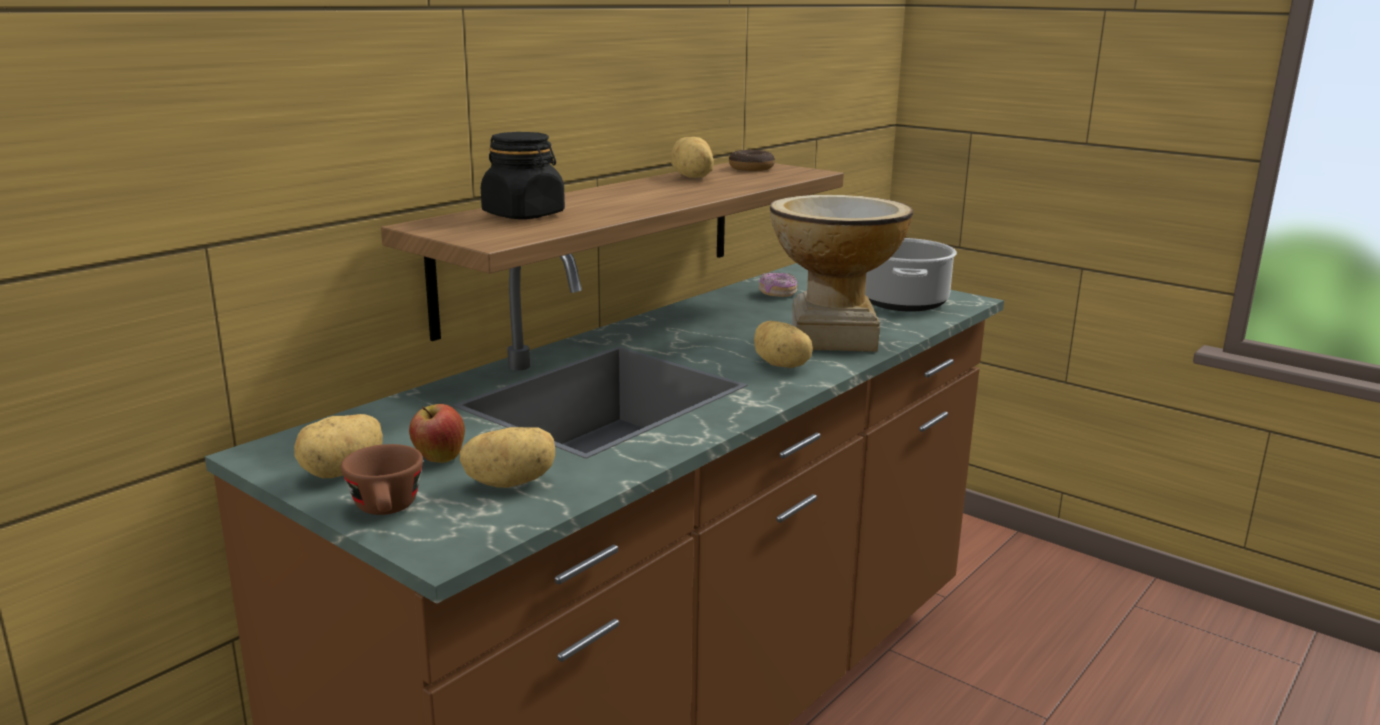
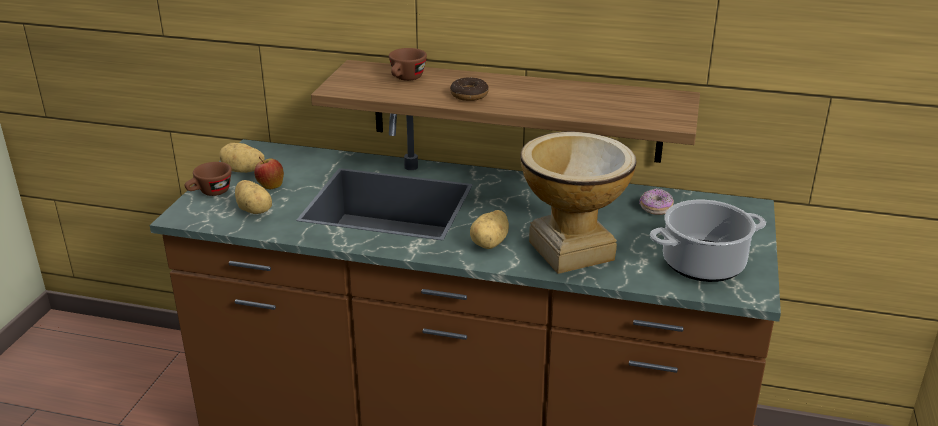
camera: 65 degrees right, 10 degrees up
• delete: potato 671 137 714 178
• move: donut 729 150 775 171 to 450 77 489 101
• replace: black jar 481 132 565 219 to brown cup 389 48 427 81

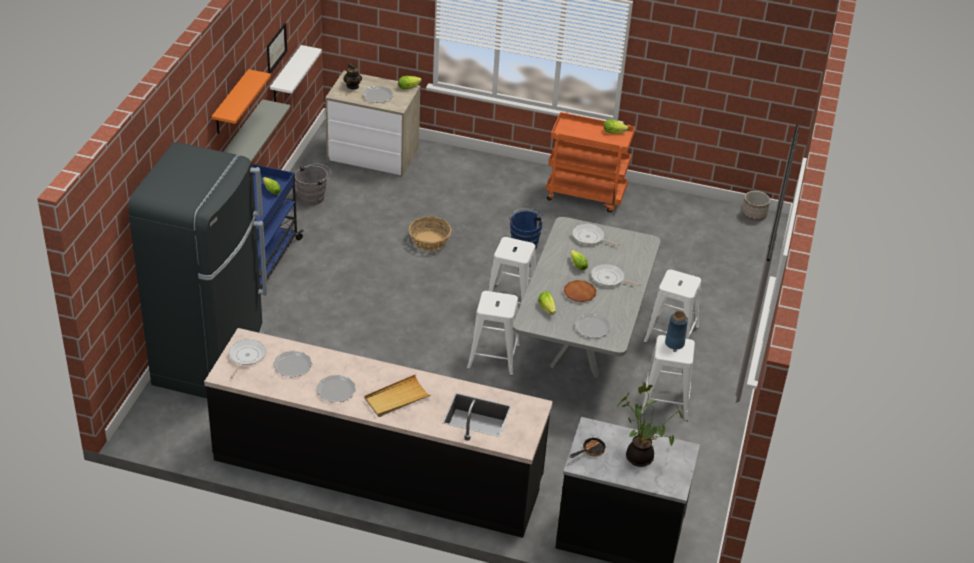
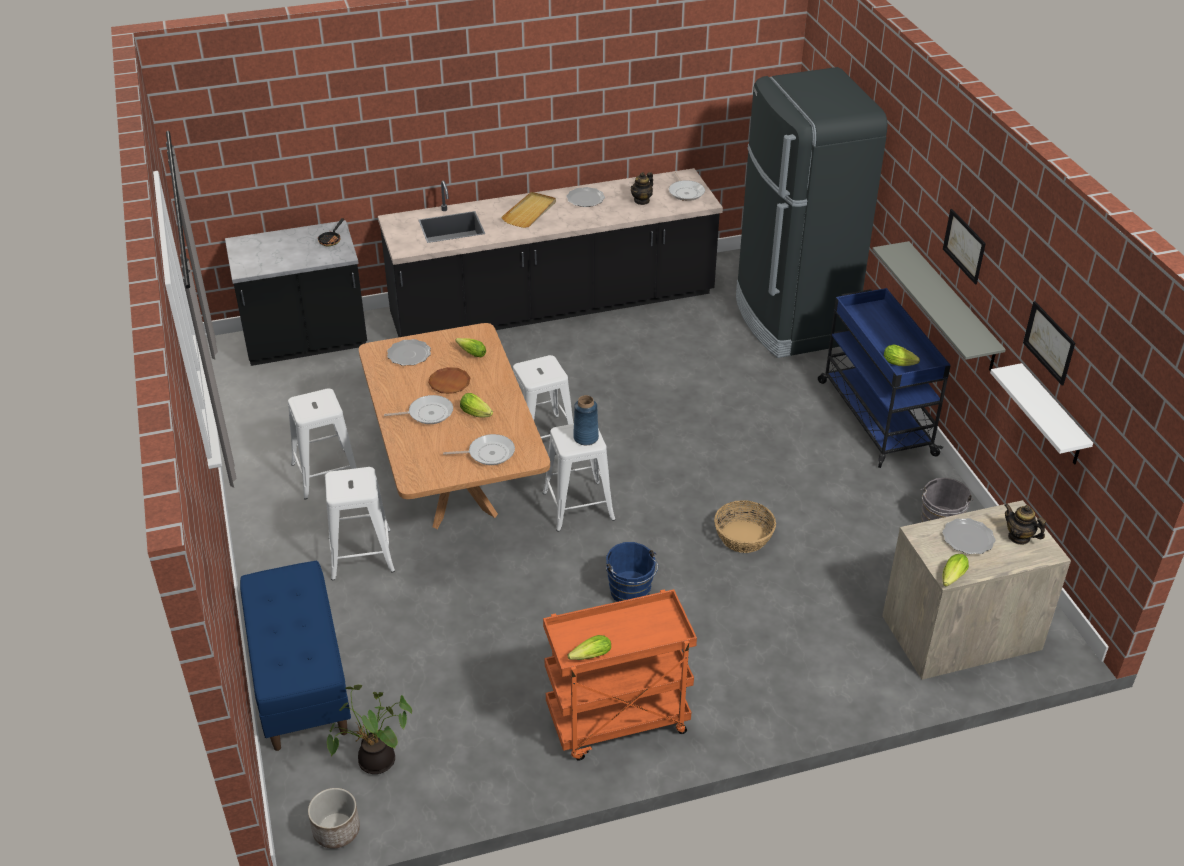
camera: 150 degrees right, 0 degrees up
• insert: blue bench 240 561 351 751
• move: potted plant 617 383 683 467 to 327 685 412 774
• move: blue vase 665 311 688 350 to 573 395 599 445
• replace: orange shelf 212 69 271 134 to picture 943 209 986 285
• replace: plate 273 350 312 377 to teapot 631 172 653 205
• recolor: grey dining table 513 217 660 378 to brown dining table 359 323 550 529

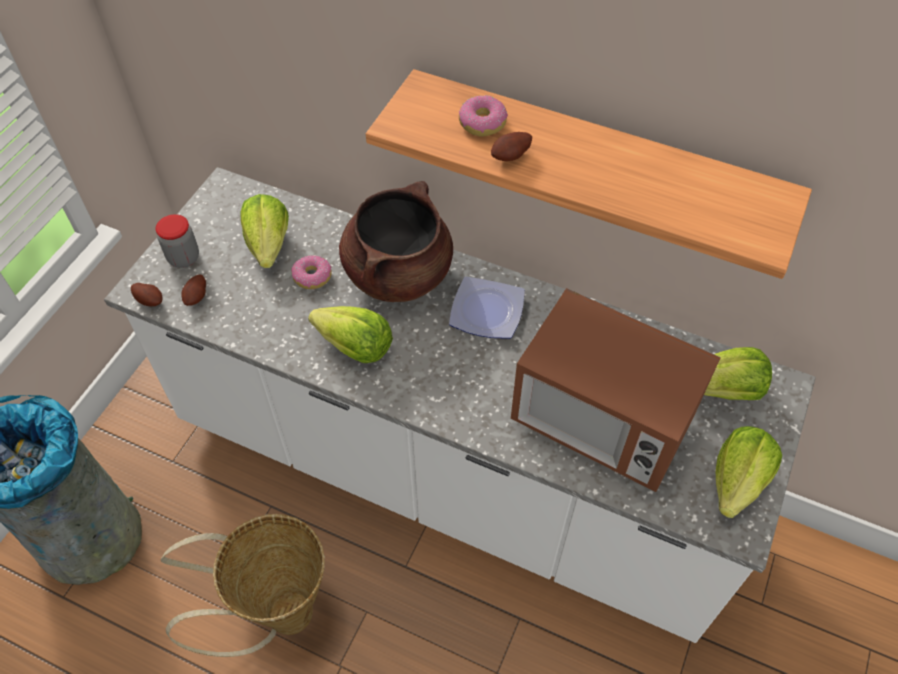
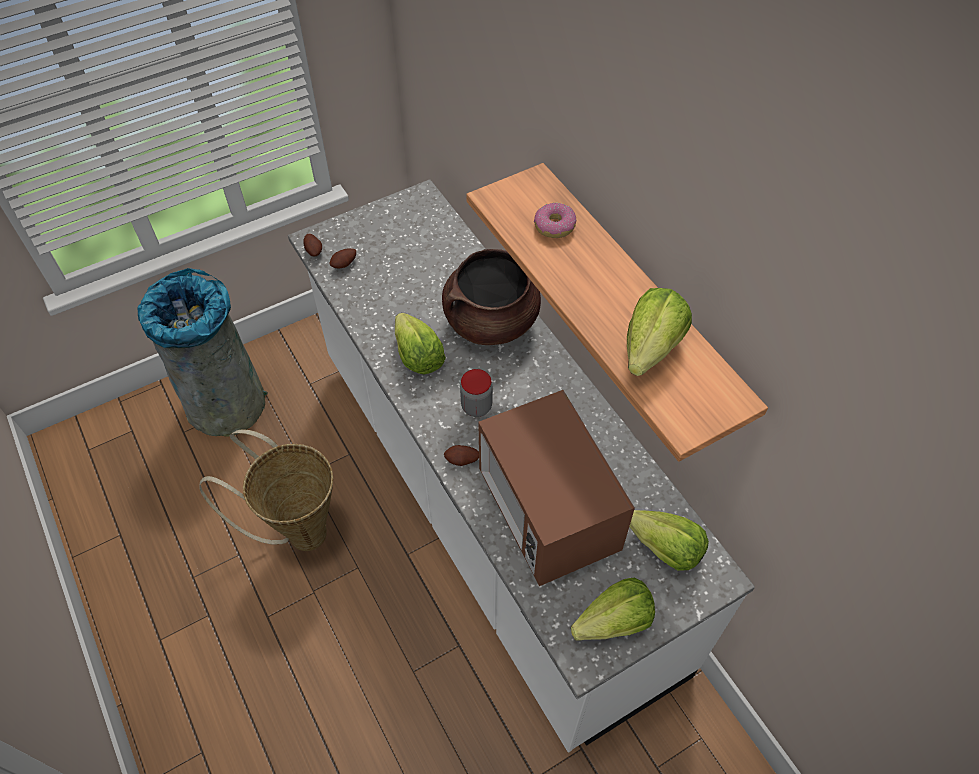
camera: 35 degrees right, 0 degrees up
• delete: donut 291 255 332 289
• delete: plate 449 276 525 339
• move: jar 155 214 199 268 to 460 369 493 417
• move: lettuce 240 194 289 268 to 627 288 692 376
• move: potato 491 132 532 161 to 444 445 479 466

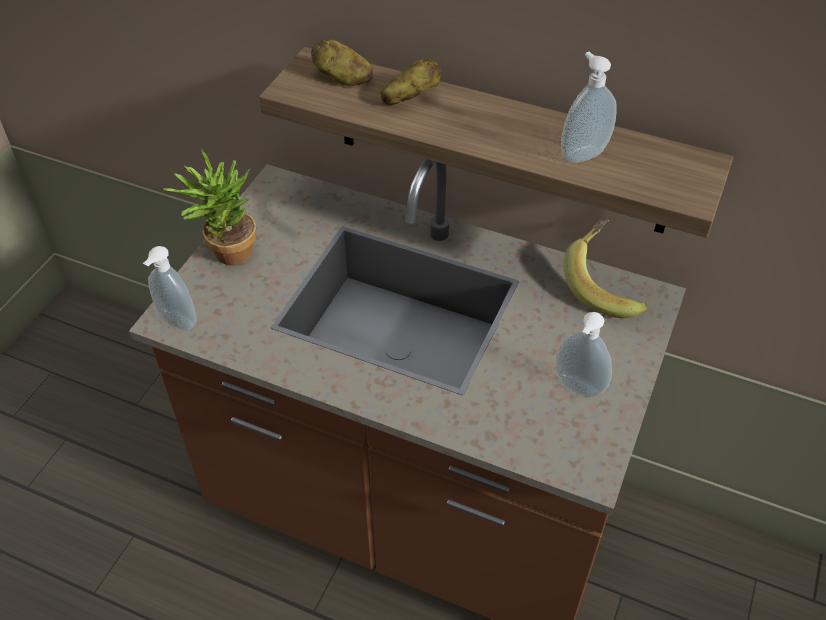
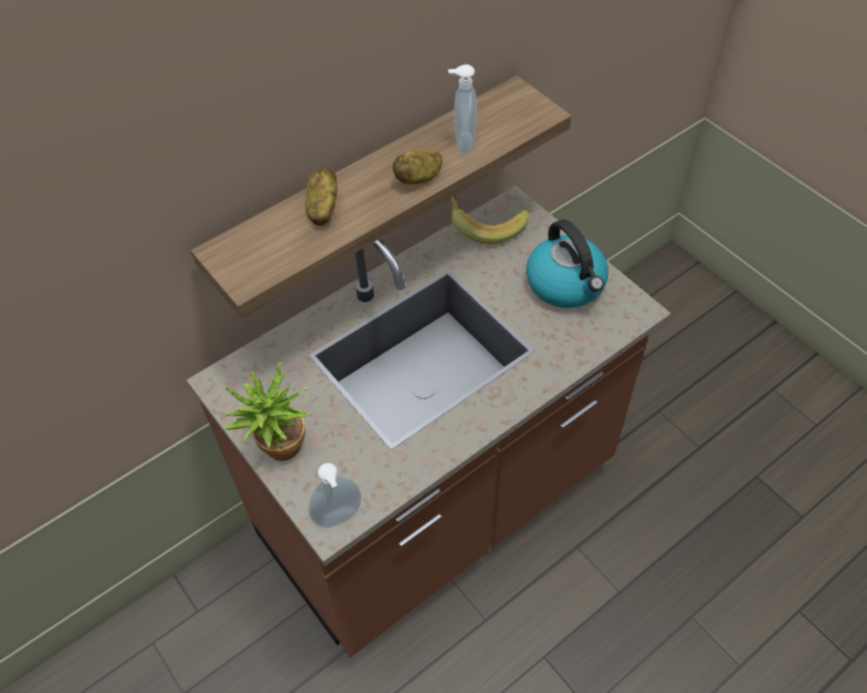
camera: 60 degrees left, 5 degrees up
• move: potato 311 39 373 86 to 393 150 443 184
• replace: soap dispenser 556 312 612 397 to kettle 526 219 609 308

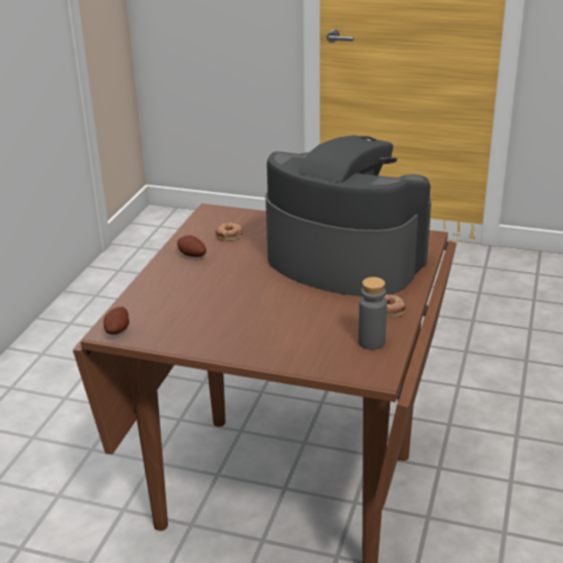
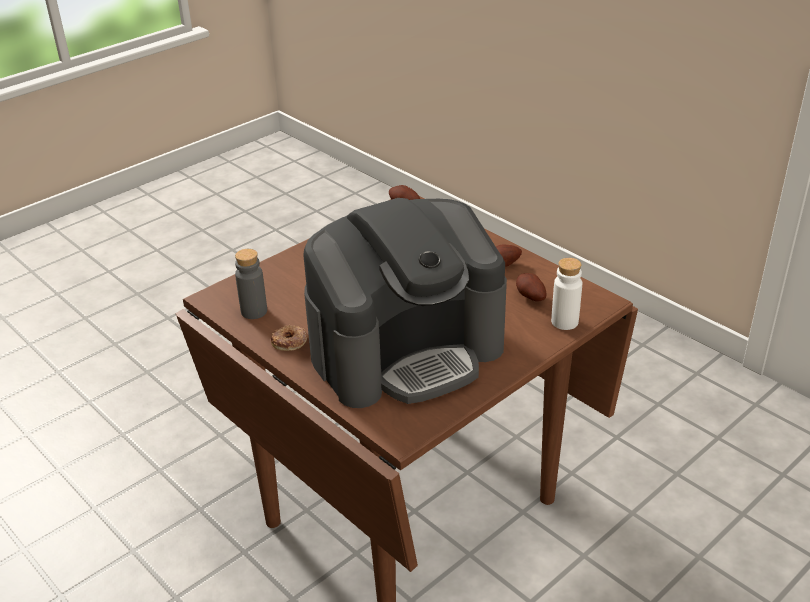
camera: 120 degrees right, 5 degrees up
• insert: white bottle 551 258 582 330
• replace: donut 215 222 243 241 to potato 516 273 546 301

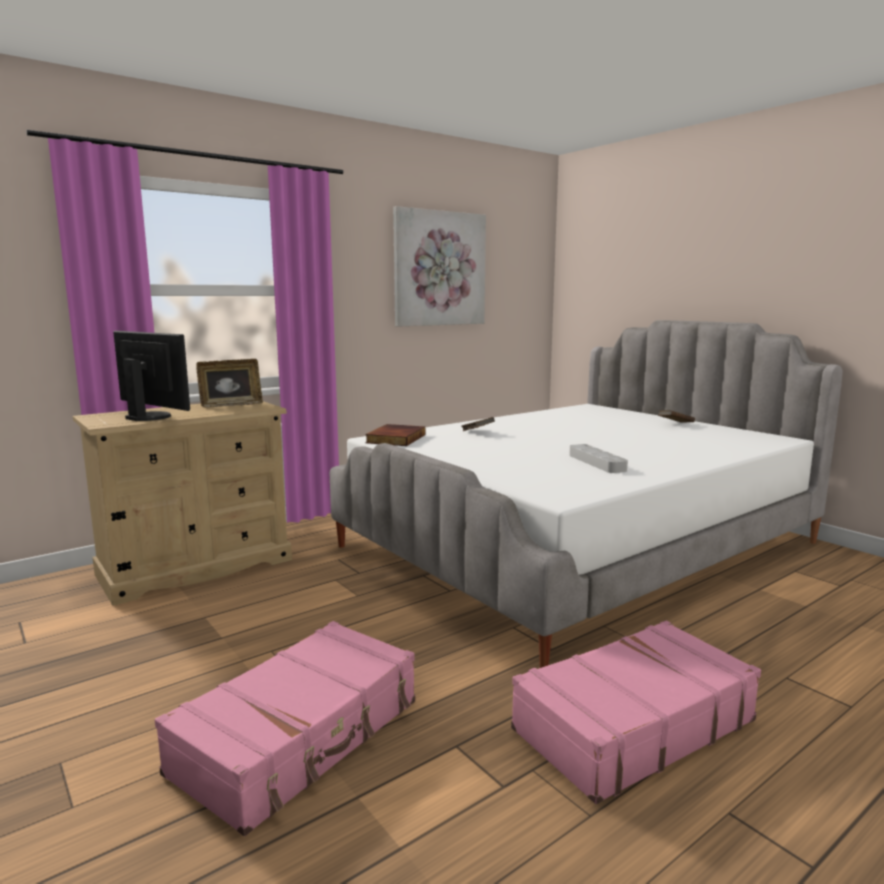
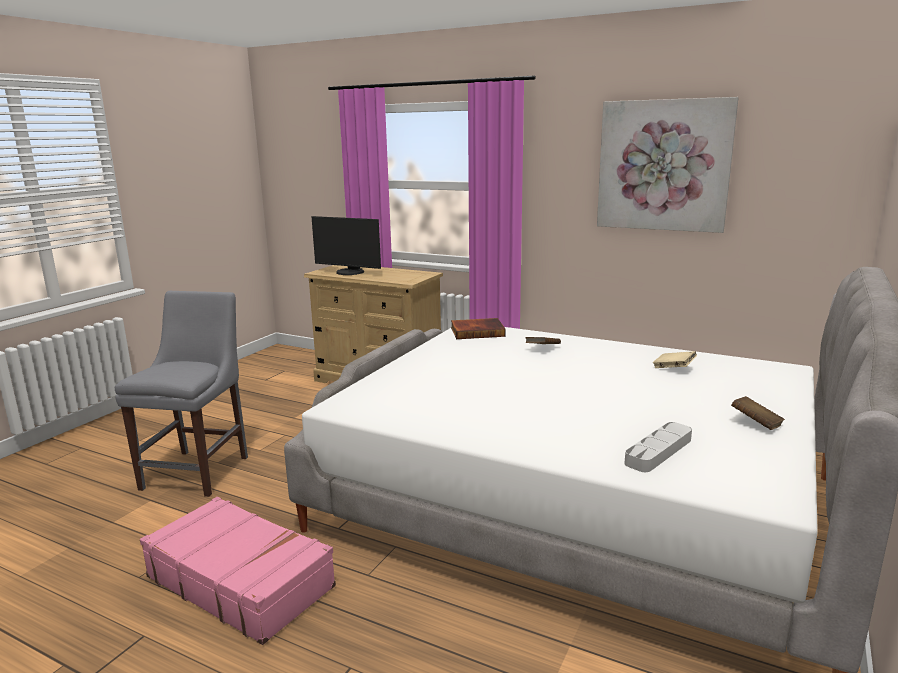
camera: 65 degrees right, 5 degrees up
• delete: picture frame 196 359 263 408
• insert: beige book 653 351 697 368
• move: grey tray 569 444 628 473 to 625 422 692 472
• replace: pink suitcase 155 621 415 836 to grey chair 115 291 248 497
• rotate: monitor 113 331 190 421 = 311 216 381 275 105 degrees clockwise

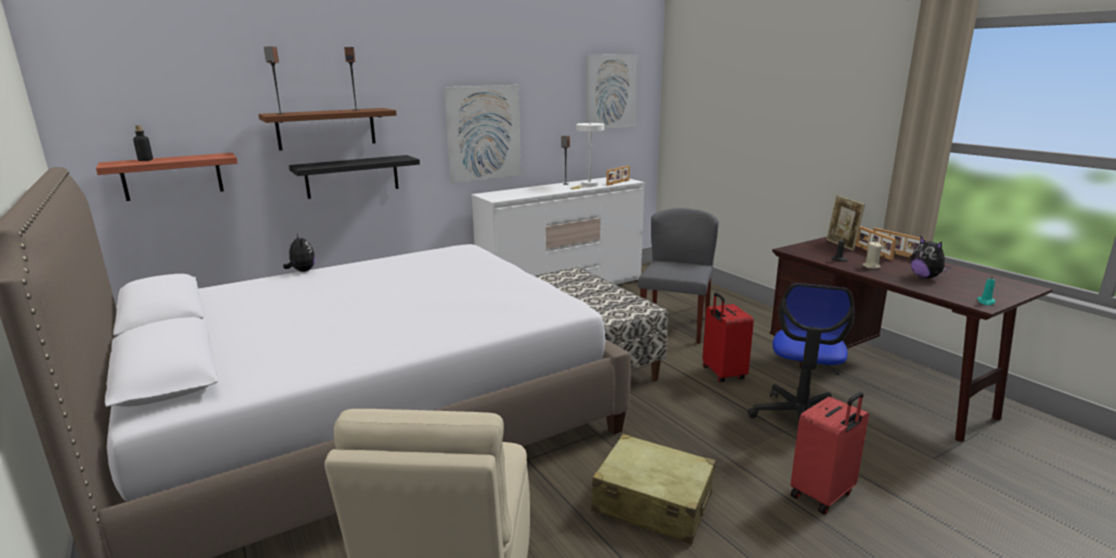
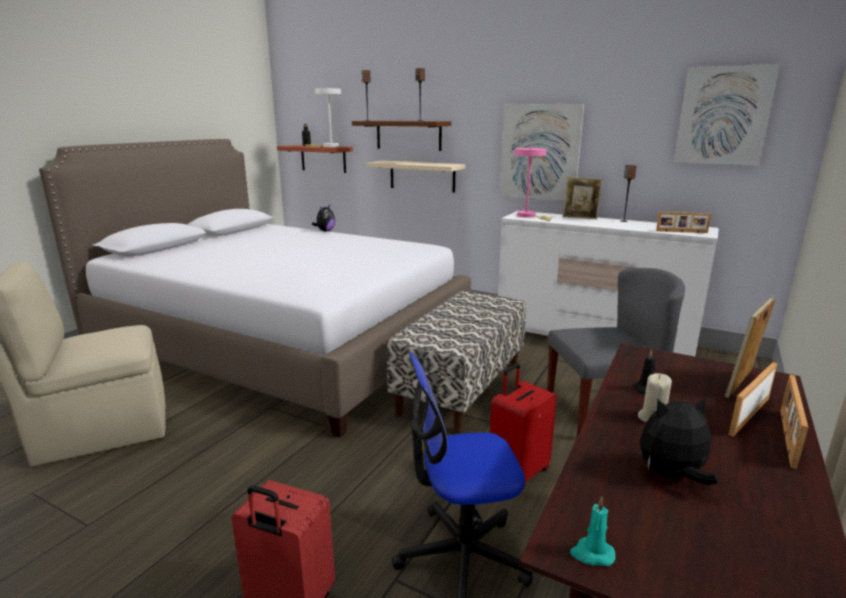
camera: 60 degrees right, 0 degrees up
• delete: beige suitcase 591 434 716 545
• insert: pink table lamp 515 147 552 221
• insert: picture frame 563 177 602 219
• move: white table lamp 570 123 604 189 to 305 88 341 147
• recolor: black shelf 289 155 420 199 to beige shelf 366 161 465 193
• rotate: plush toy 911 237 951 278 = 640 396 718 485 45 degrees clockwise

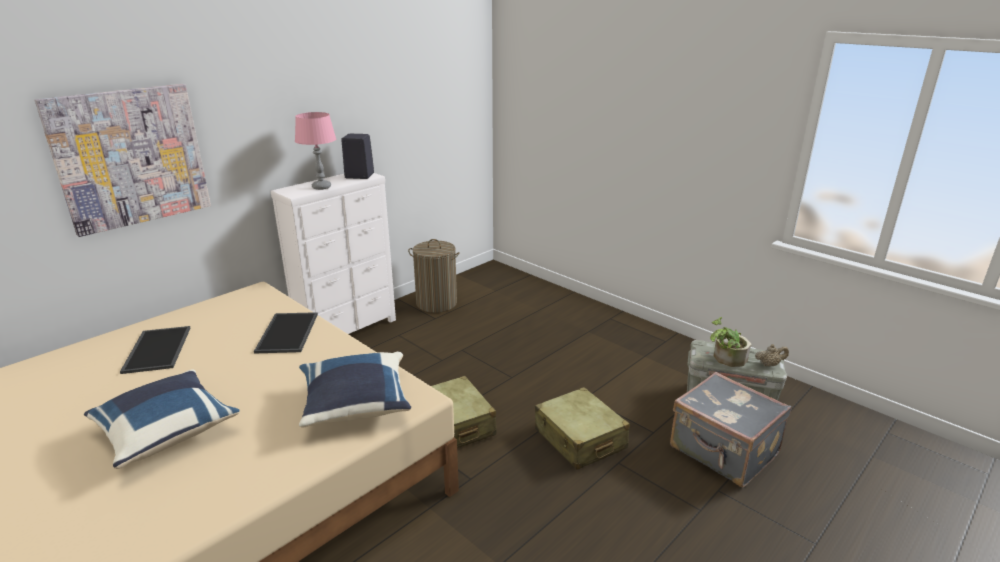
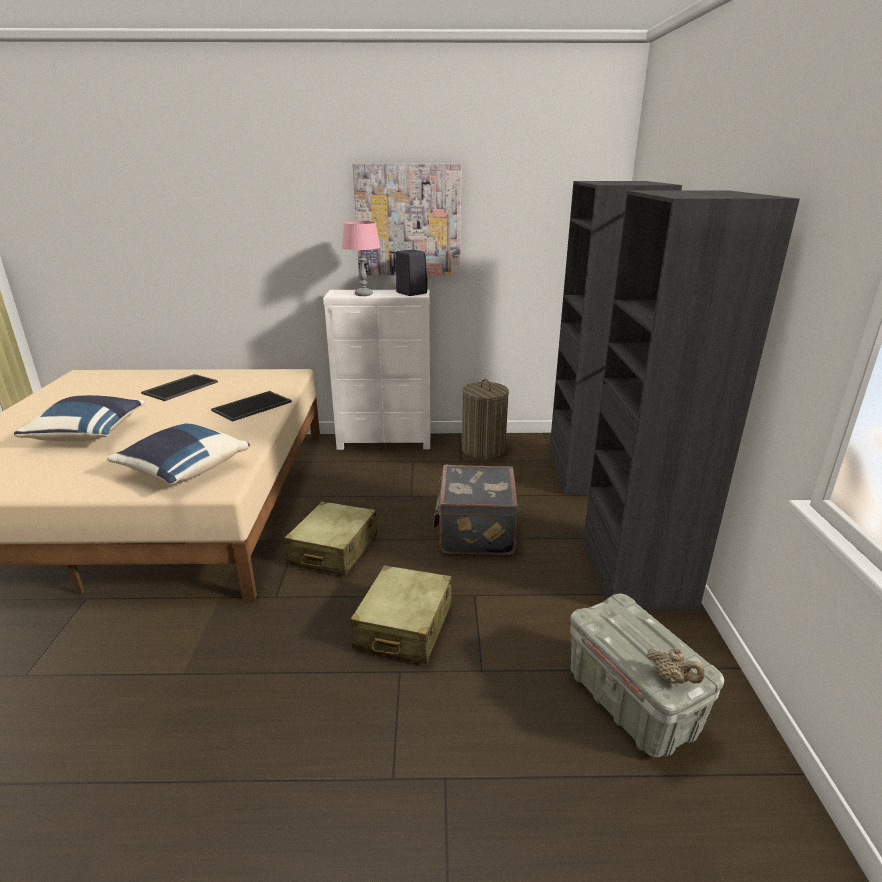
camera: 45 degrees right, 0 degrees up
• delete: potted plant 710 317 751 367
• insert: black wardrobe 549 181 800 610
• move: picture 34 84 211 237 to 353 164 461 275
• move: grey suitcase 670 372 791 487 to 433 465 518 555

